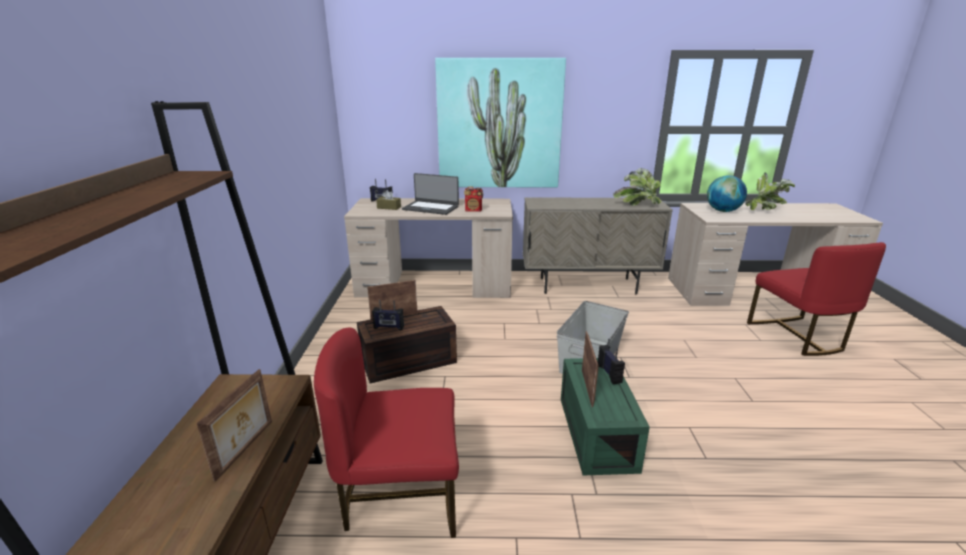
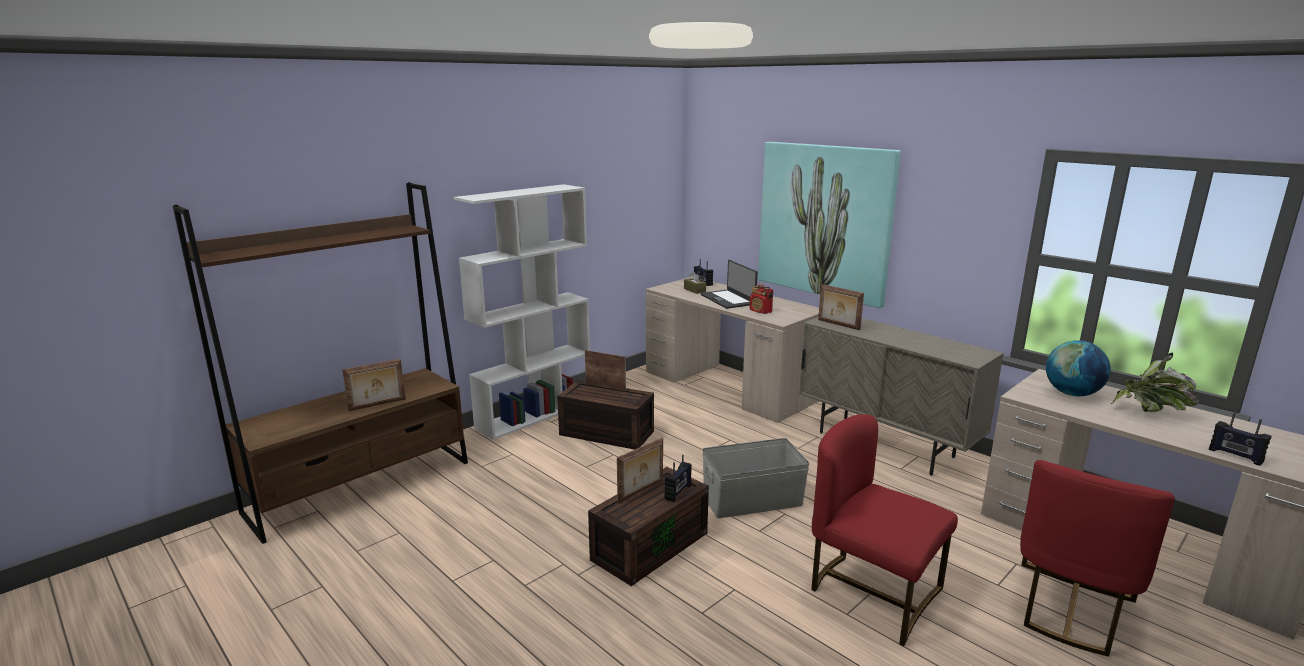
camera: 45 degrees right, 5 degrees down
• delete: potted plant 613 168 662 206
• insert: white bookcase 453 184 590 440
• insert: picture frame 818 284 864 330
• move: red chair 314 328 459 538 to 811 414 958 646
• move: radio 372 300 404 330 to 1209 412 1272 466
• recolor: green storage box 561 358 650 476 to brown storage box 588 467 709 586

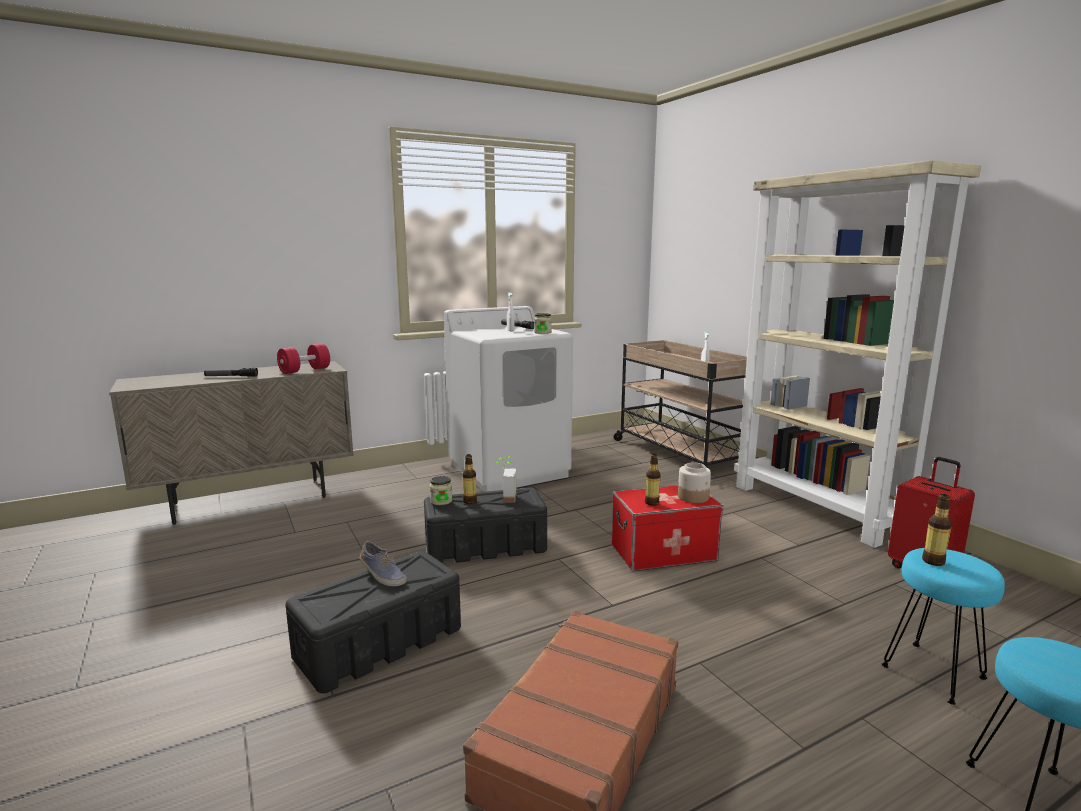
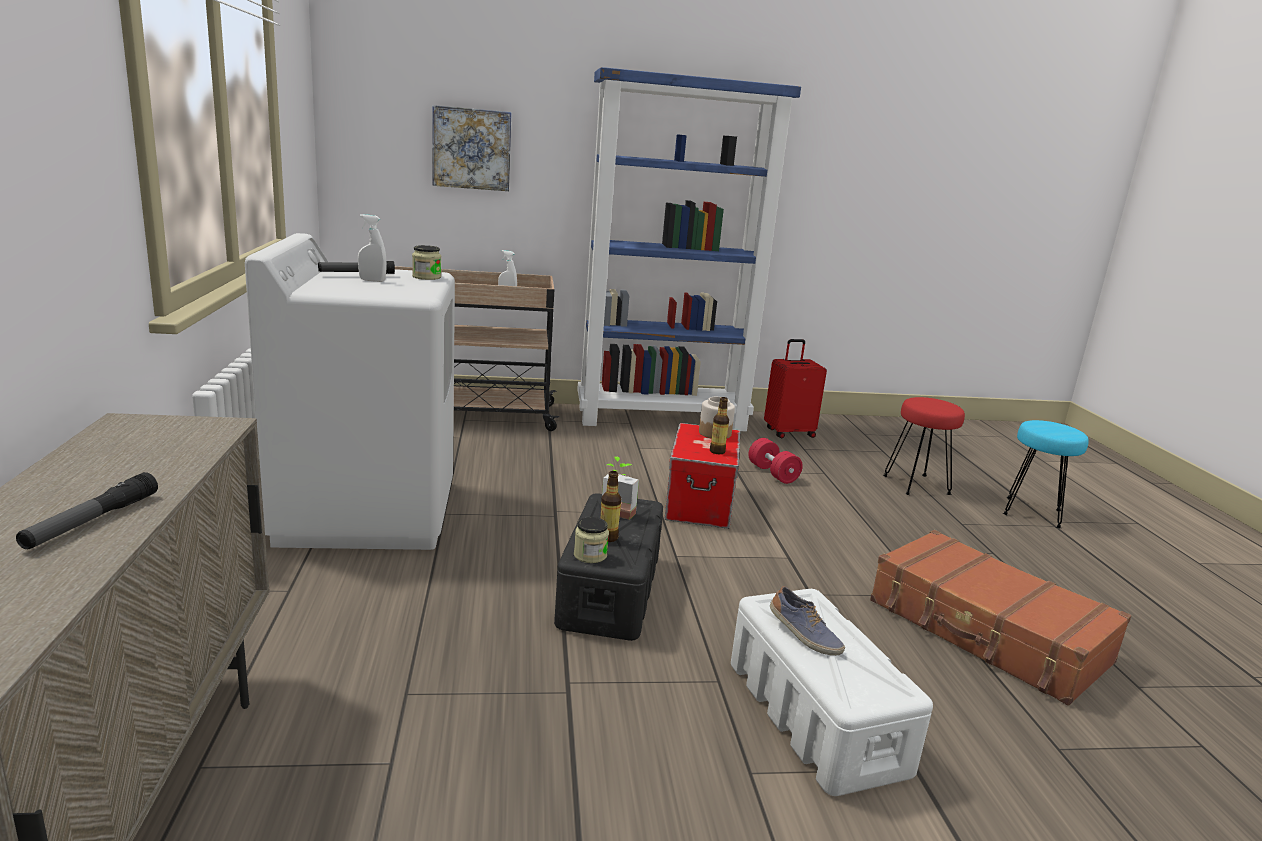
camera: 70 degrees left, 5 degrees up
• delete: bottle 922 494 952 566
• insert: picture 432 105 512 191
• move: red dumbbell 277 343 330 374 to 748 438 803 484
• recolor: black storage box 285 551 461 693 to white storage box 731 589 933 796
• recolor: beige bookcase 734 160 981 548 to blue bookcase 577 67 801 431
• recolor: turquoise stool 882 548 1005 705 to red stool 883 397 965 495
• rotate: shoe 360 541 407 586 = 770 586 845 656 75 degrees clockwise

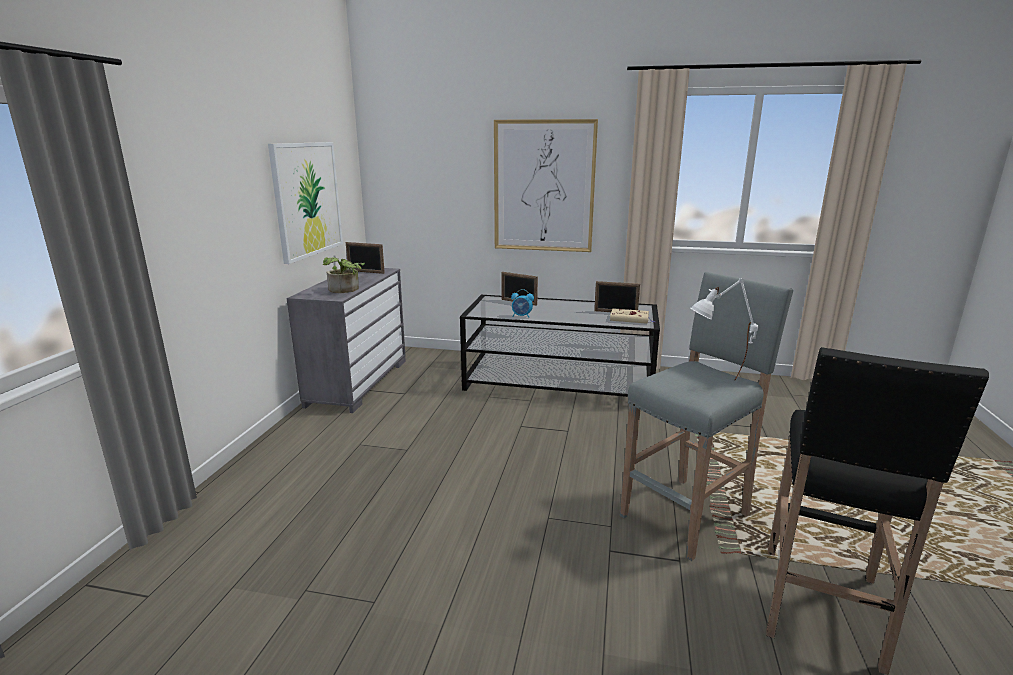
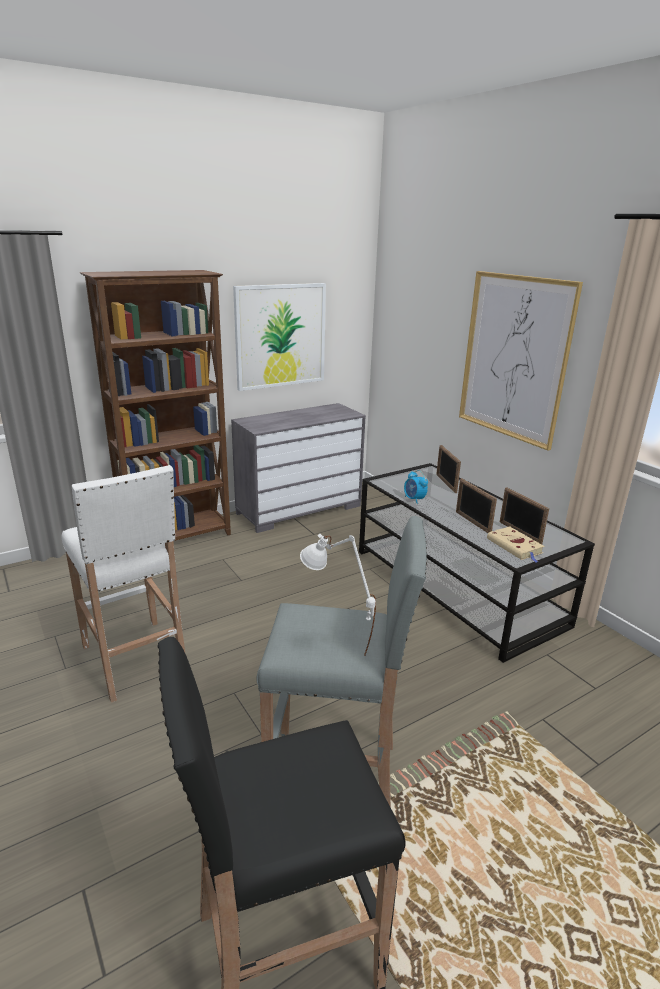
camera: 45 degrees right, 5 degrees up
• delete: potted plant 323 257 365 293
• insert: white stool 62 465 185 703
• insert: brown bookcase 80 270 231 541
• move: picture frame 346 242 385 274 to 456 478 497 533

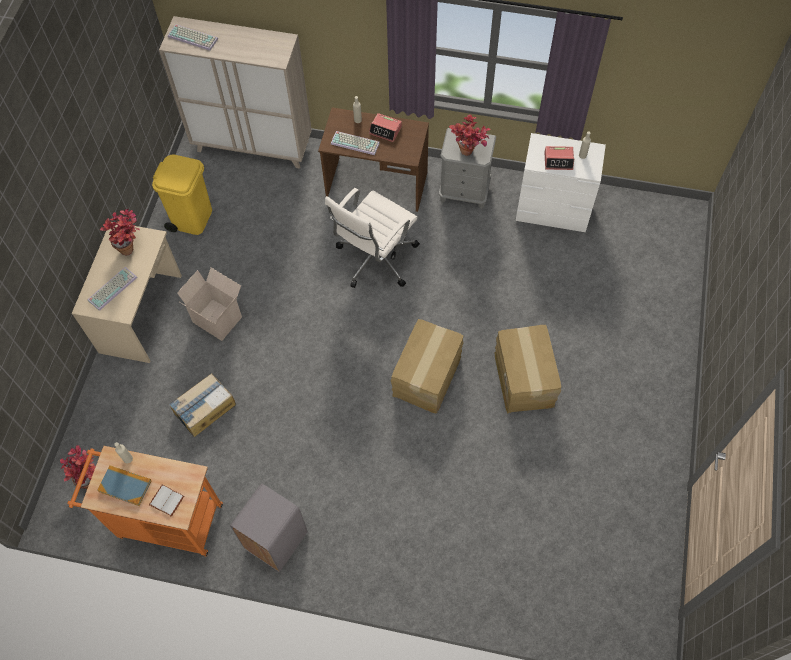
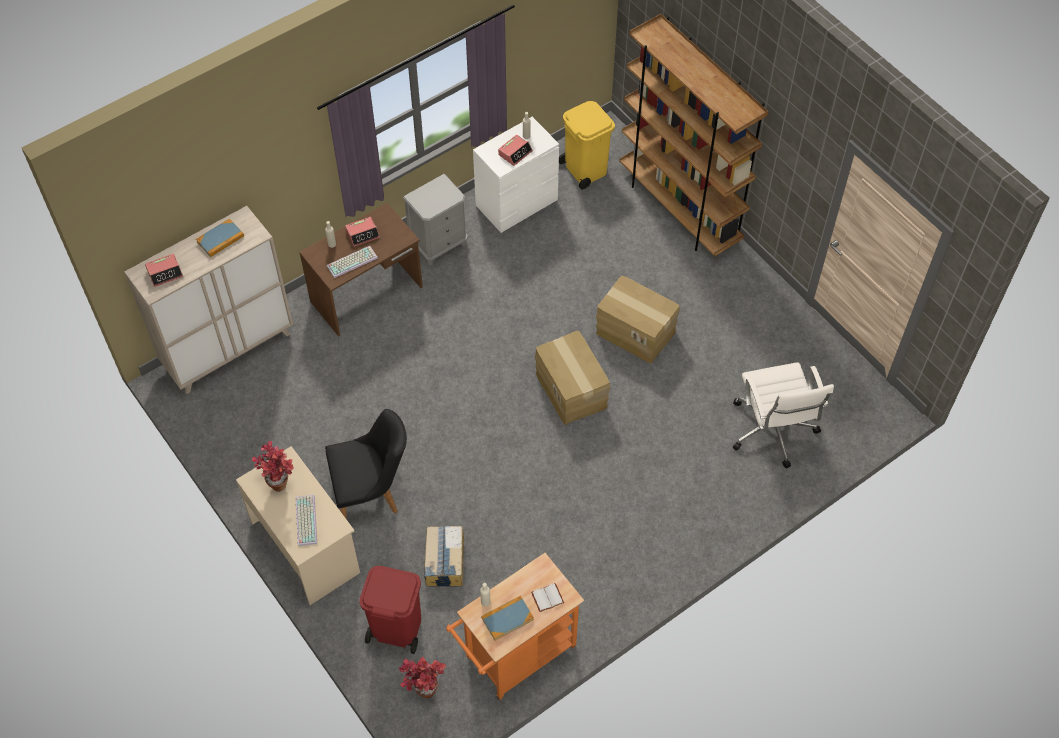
camera: 50 degrees left, 5 degrees down
• delete: grey trash can 230 483 308 572
• delete: potted plant 449 114 490 156
• insert: book 196 218 244 257
• insert: red trash can 359 566 421 654
• insert: brown bookcase 619 14 769 256
• move: yellow trash can 152 155 212 235 to 559 101 615 189
• move: white office chair 325 188 420 288 to 733 362 834 469
• replace: keyboard 168 24 218 51 to alarm clock 145 254 183 287
• replace: cardboard box 177 268 242 341 to black chair 325 409 407 520

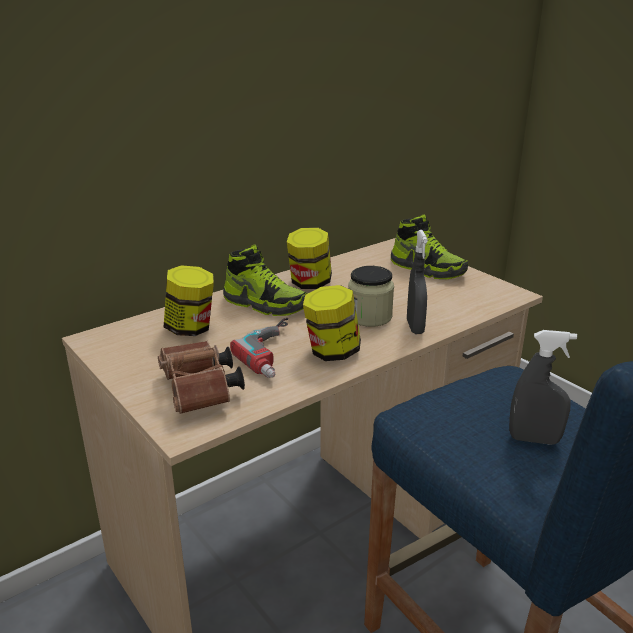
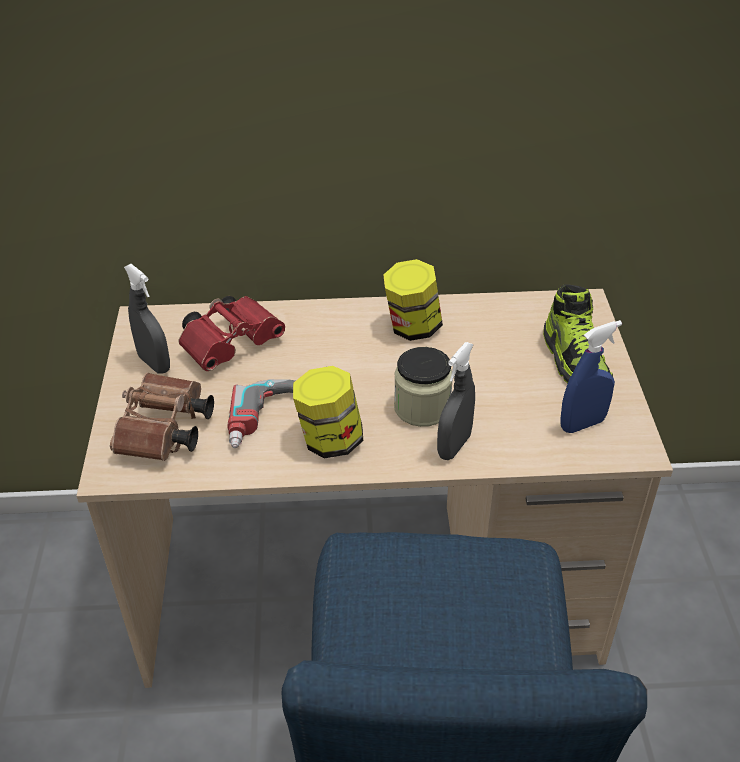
camera: 35 degrees right, 15 degrees up
• delete: shoe 223 245 308 316
• insert: blue spray bottle 560 320 622 433
• move: grey spray bottle 509 330 577 445 to 124 264 170 374
• replace: jar 164 265 214 336 to red binoculars 179 296 285 371

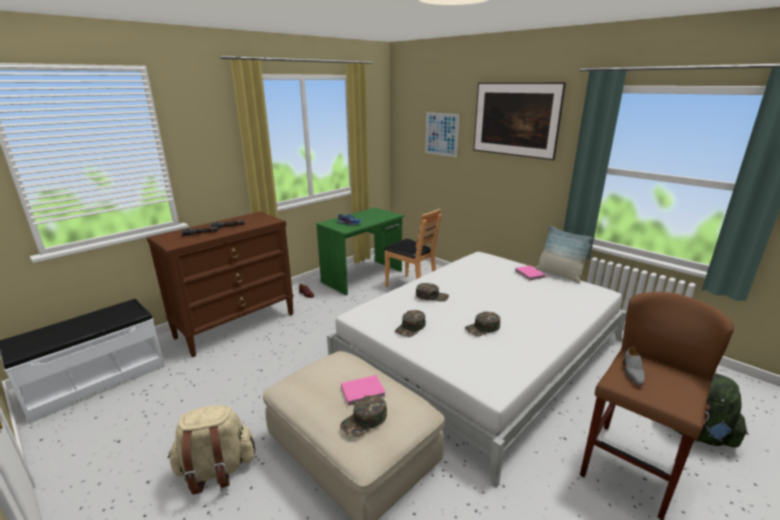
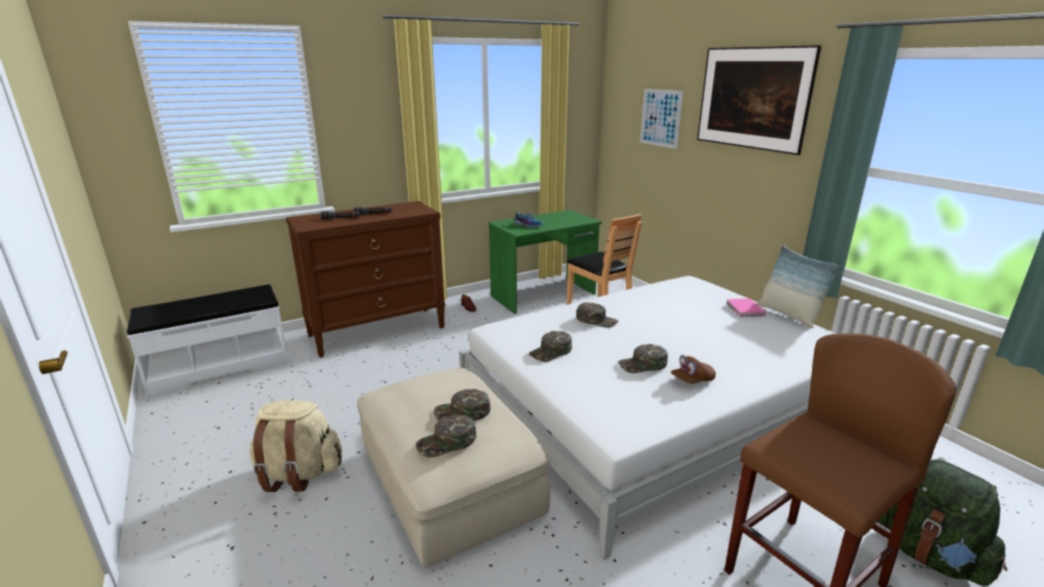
camera: 15 degrees right, 0 degrees up
• delete: grey shoe 623 347 645 386
• insert: brown cap 671 355 716 384
• replace: pink book 341 375 386 406 to green cap 434 389 490 421

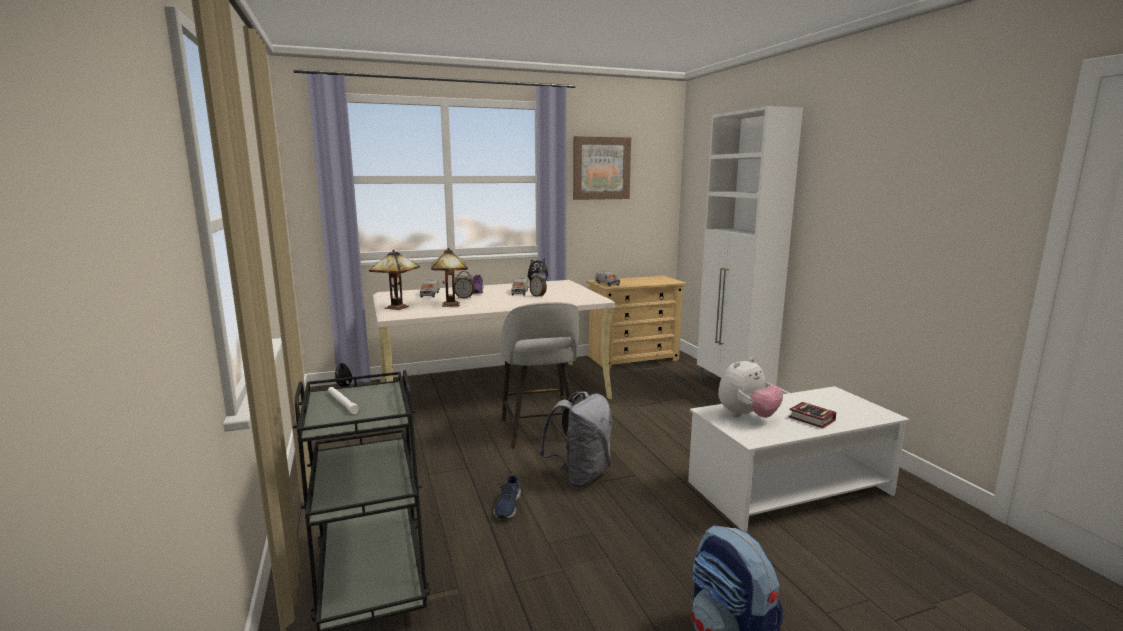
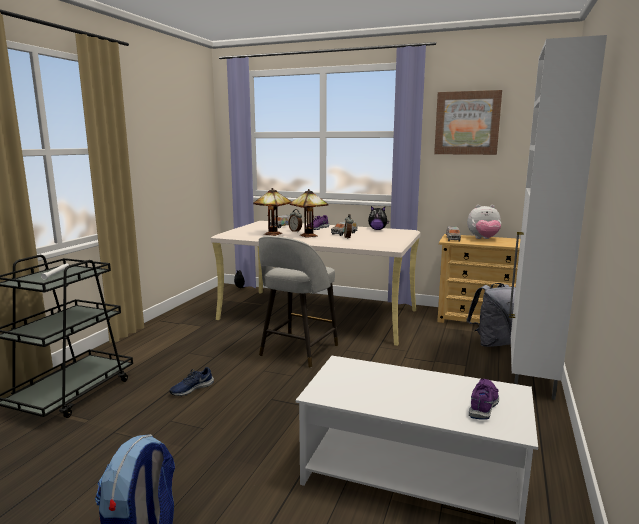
camera: 40 degrees right, 0 degrees up
• delete: book 789 402 837 428
• insert: purple shoe 469 379 499 420
• move: table lamp 369 249 420 310 to 290 189 328 238
• move: grey backpack 539 392 612 487 to 466 283 516 347
• move: plush toy 718 357 783 418 to 467 205 501 239

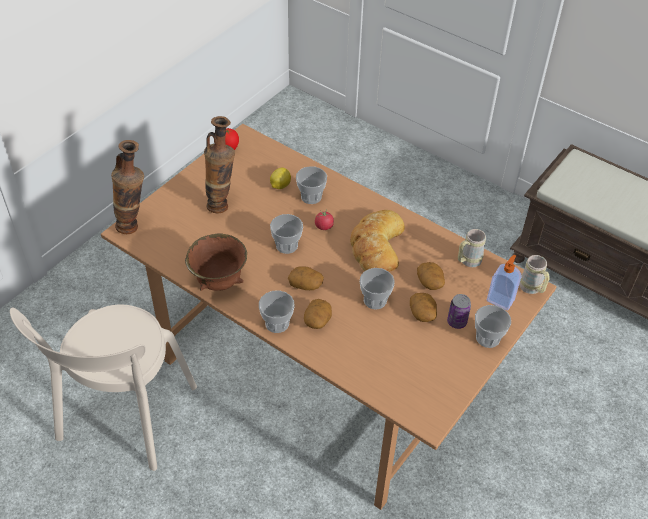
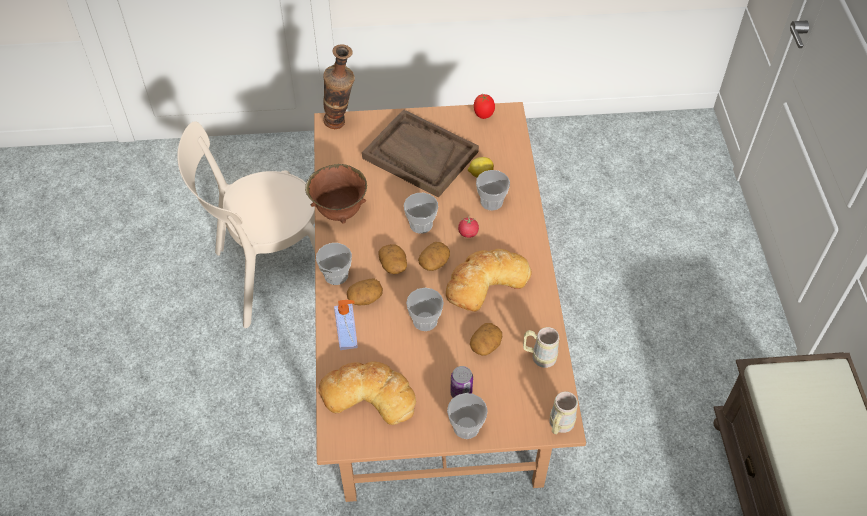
camera: 50 degrees right, 5 degrees up
• insert: bread 319 361 416 425
• move: potato 410 293 437 322 to 418 242 450 271
• move: soap dispenser 487 255 521 310 to 334 300 358 350
• replace: vase 204 116 235 213 to brown tray 362 109 479 198

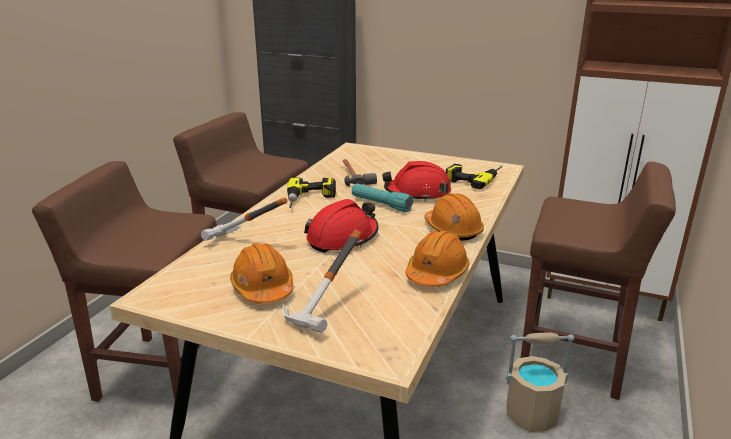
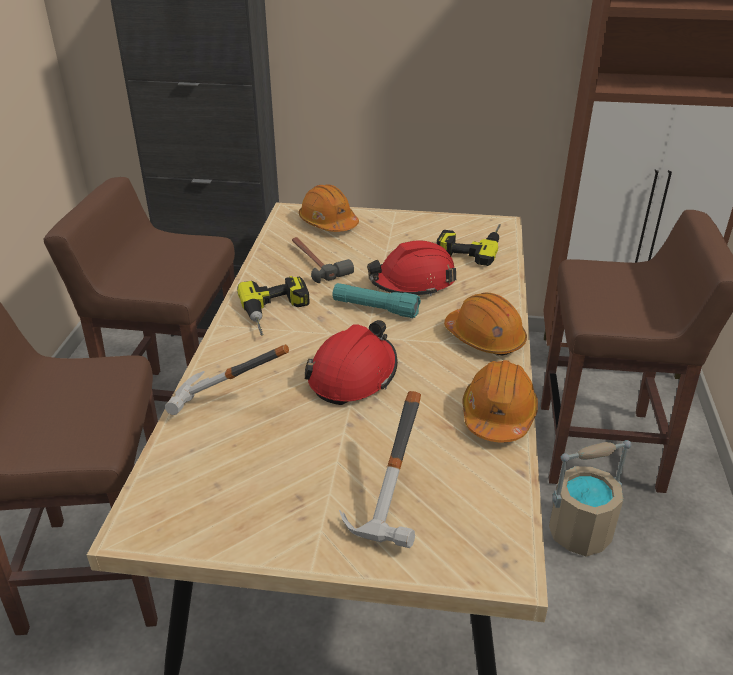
camera: 15 degrees left, 10 degrees up
• move: orange hard hat 230 243 293 303 to 299 185 359 232

